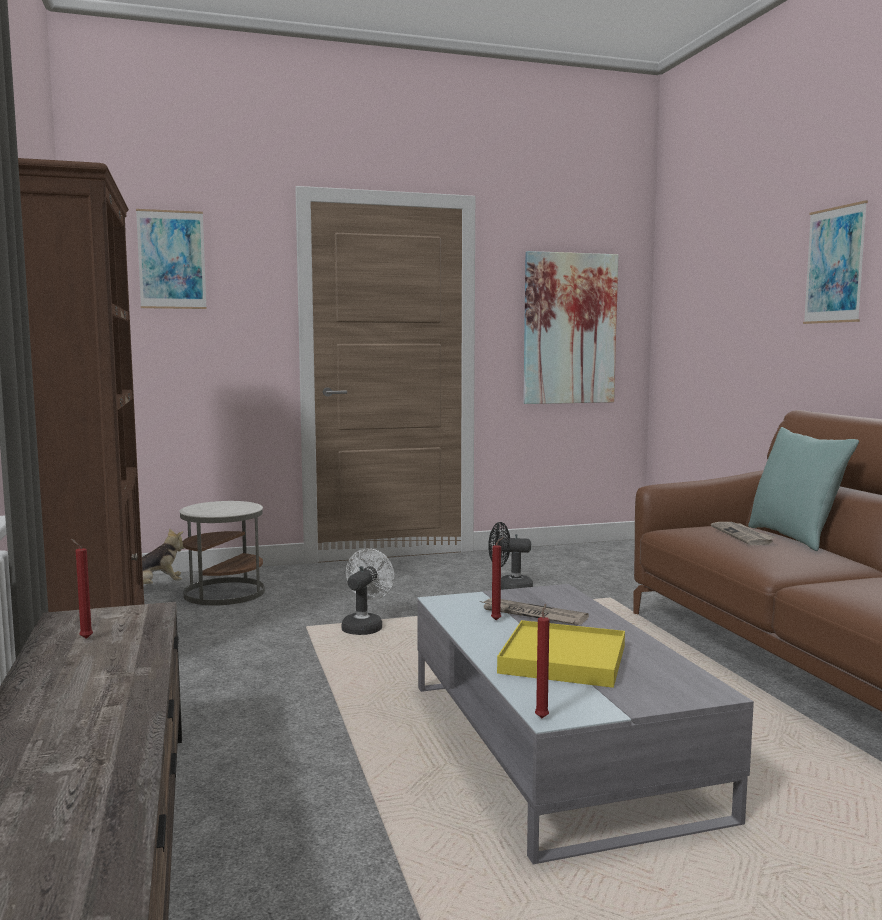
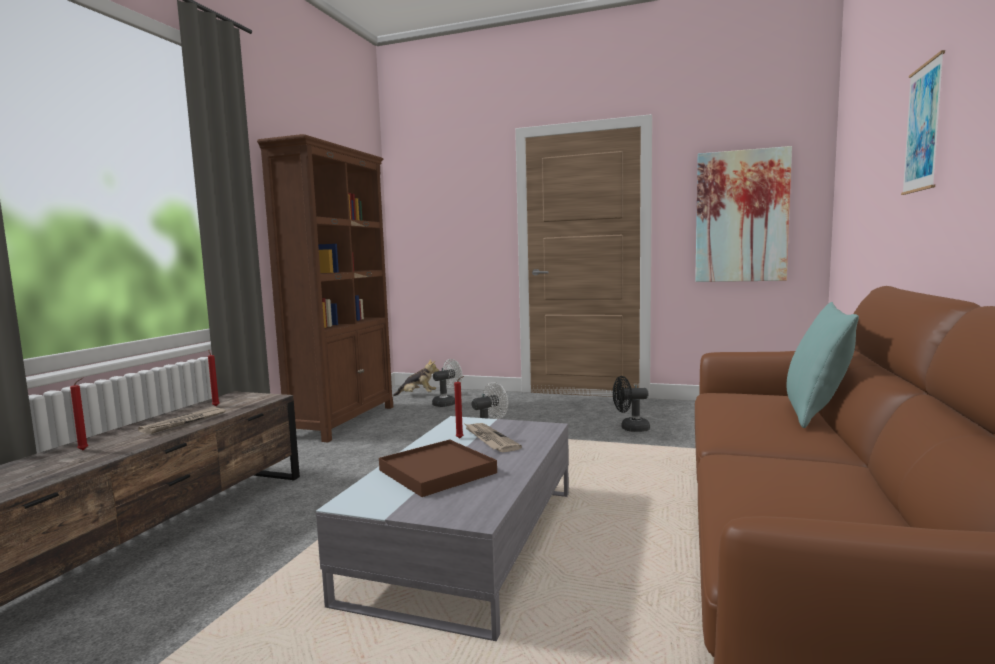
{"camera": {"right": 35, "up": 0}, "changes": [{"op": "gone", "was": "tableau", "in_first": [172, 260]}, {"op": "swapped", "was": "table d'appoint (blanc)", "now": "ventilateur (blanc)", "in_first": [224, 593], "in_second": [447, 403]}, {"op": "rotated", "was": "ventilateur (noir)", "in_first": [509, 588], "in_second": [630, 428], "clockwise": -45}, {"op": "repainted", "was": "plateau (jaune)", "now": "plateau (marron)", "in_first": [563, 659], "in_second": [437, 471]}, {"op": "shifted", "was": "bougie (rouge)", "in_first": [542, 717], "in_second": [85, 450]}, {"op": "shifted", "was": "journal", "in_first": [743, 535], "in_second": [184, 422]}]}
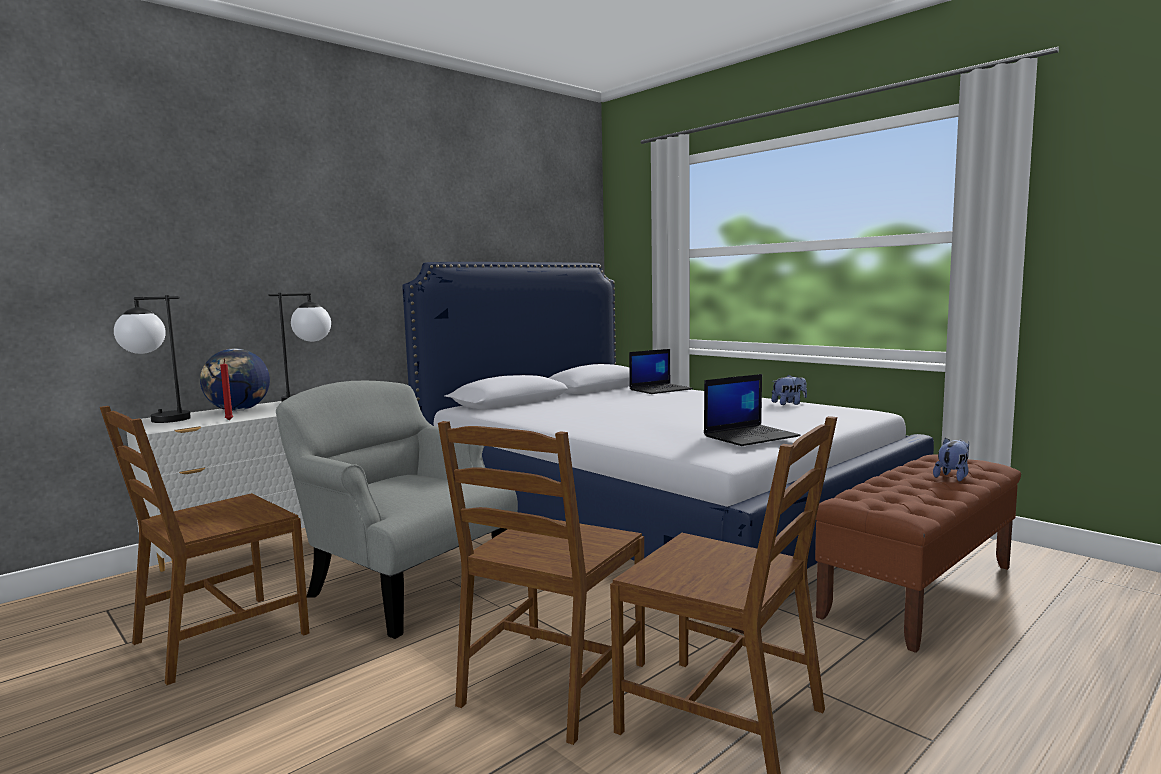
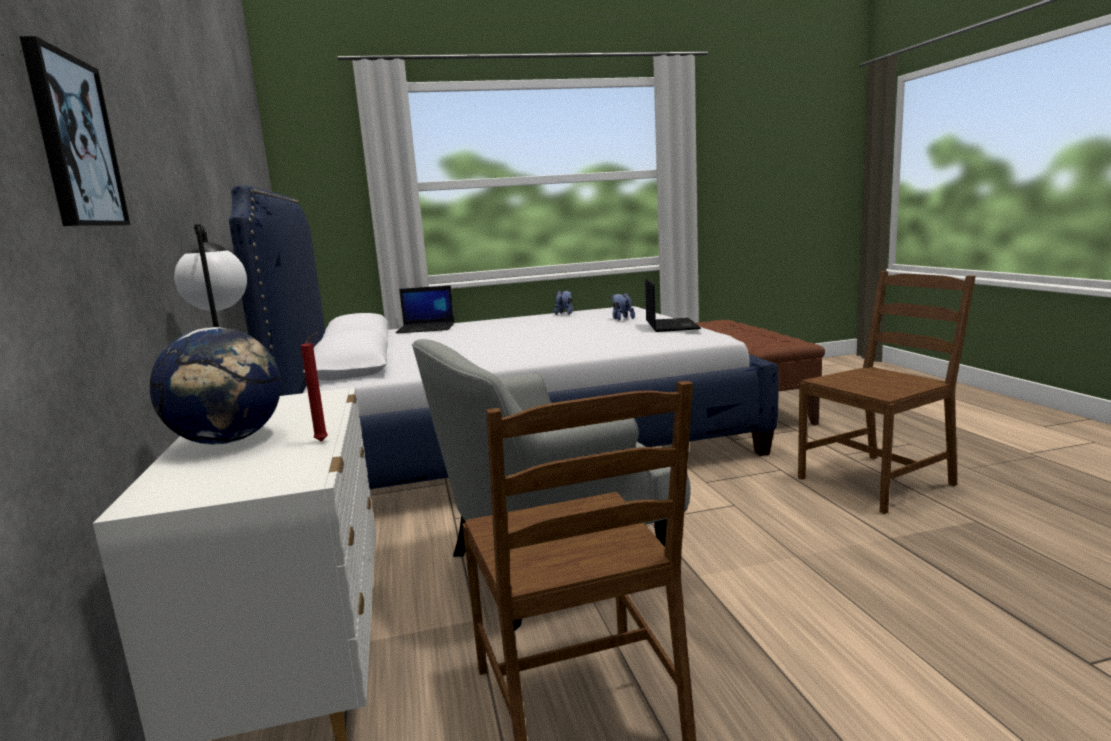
{"camera": {"right": -60, "up": 5}, "changes": [{"op": "gone", "was": "lampe de table", "in_first": [158, 419]}, {"op": "gone", "was": "chaise (marron)", "in_first": [552, 684]}, {"op": "rotated", "was": "ordinateur portable", "in_first": [660, 389], "in_second": [427, 328], "clockwise": 90}, {"op": "shifted", "was": "peluche", "in_first": [953, 477], "in_second": [621, 319]}, {"op": "new", "now": "tableau", "in_second": [74, 142]}]}
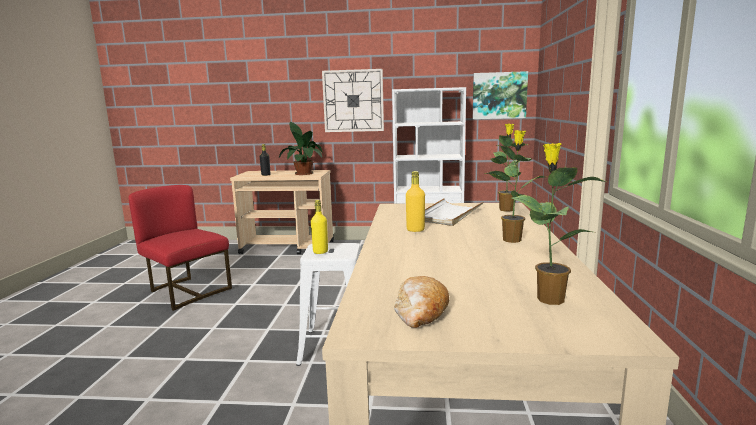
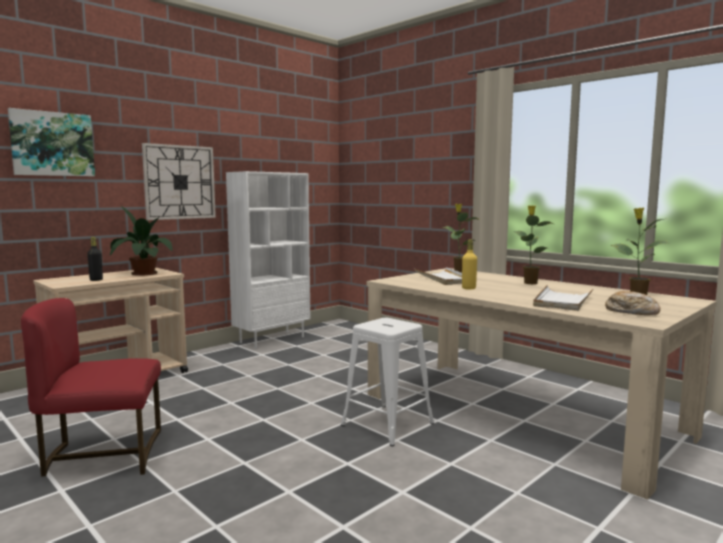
{"camera": {"right": -50, "up": -5}, "changes": [{"op": "gone", "was": "bouteille (jaune)", "in_first": [320, 252]}, {"op": "shifted", "was": "tableau", "in_first": [499, 95], "in_second": [52, 144]}, {"op": "new", "now": "plateau (blanc)", "in_second": [562, 301]}]}
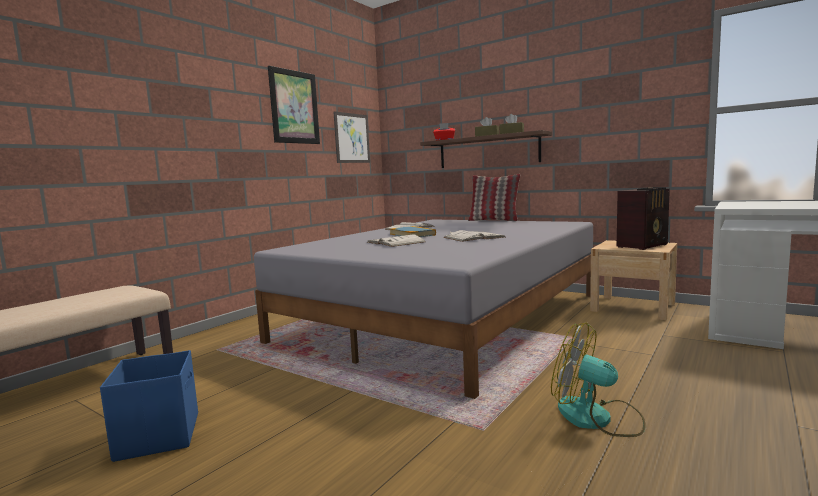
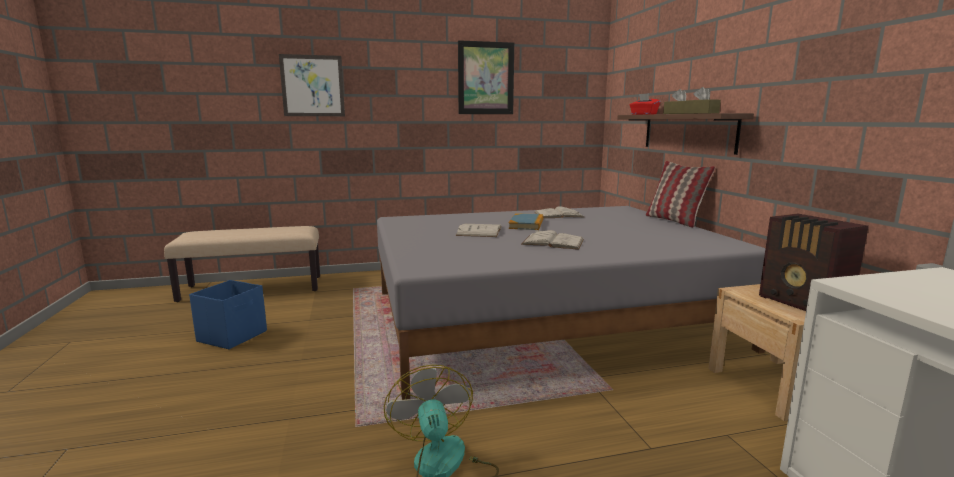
{"camera": {"right": 40, "up": 5}, "changes": [{"op": "shifted", "was": "tableau", "in_first": [352, 138], "in_second": [312, 86]}, {"op": "rotated", "was": "radio", "in_first": [643, 245], "in_second": [804, 304], "clockwise": 60}]}
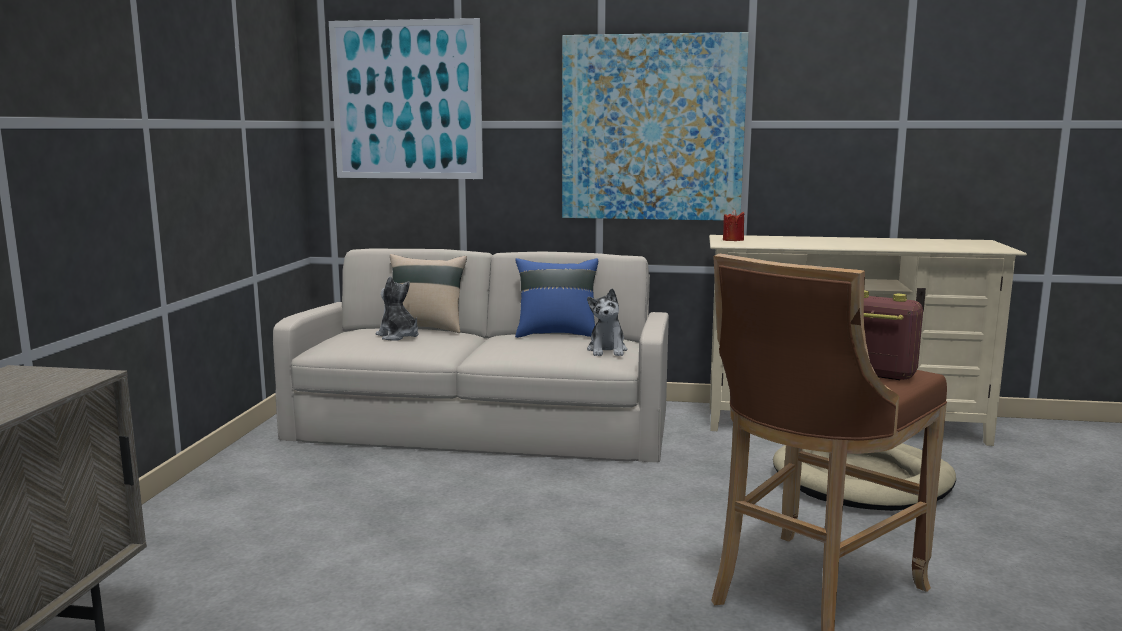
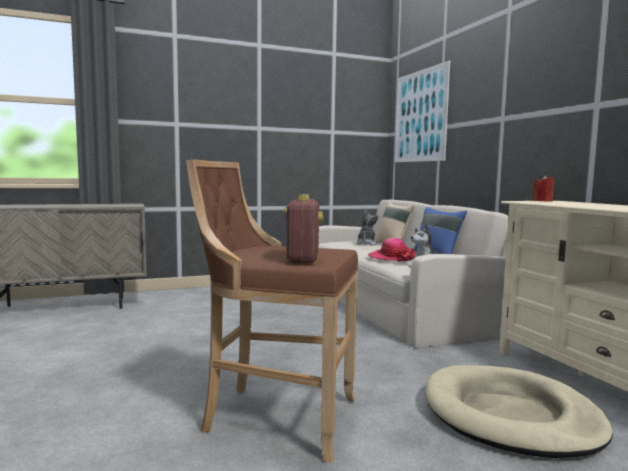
{"camera": {"right": 60, "up": -5}, "changes": [{"op": "gone", "was": "tableau", "in_first": [652, 128]}, {"op": "new", "now": "chapeau", "in_second": [393, 257]}]}
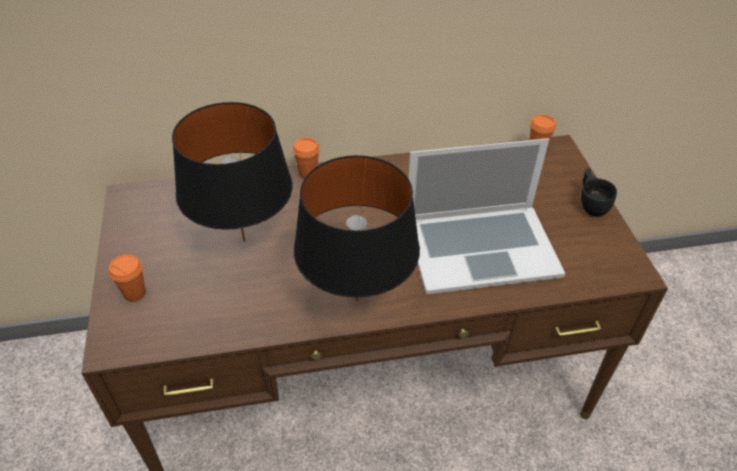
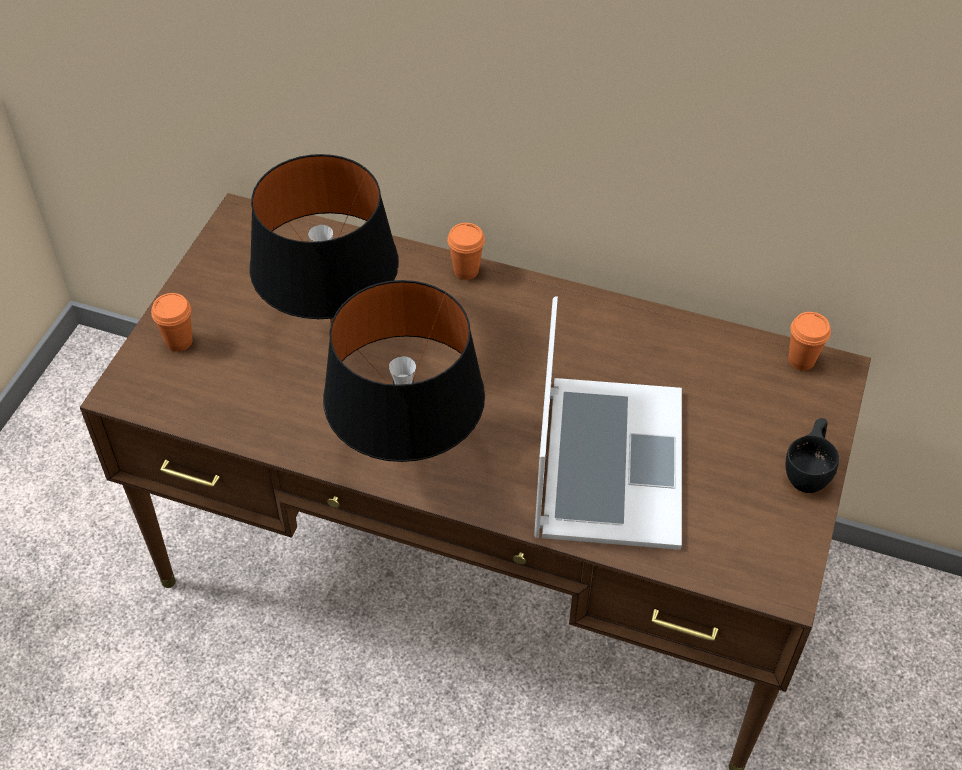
{"camera": {"right": 30, "up": 5}, "changes": [{"op": "rotated", "was": "ordinateur portable", "in_first": [481, 247], "in_second": [607, 462], "clockwise": -105}]}
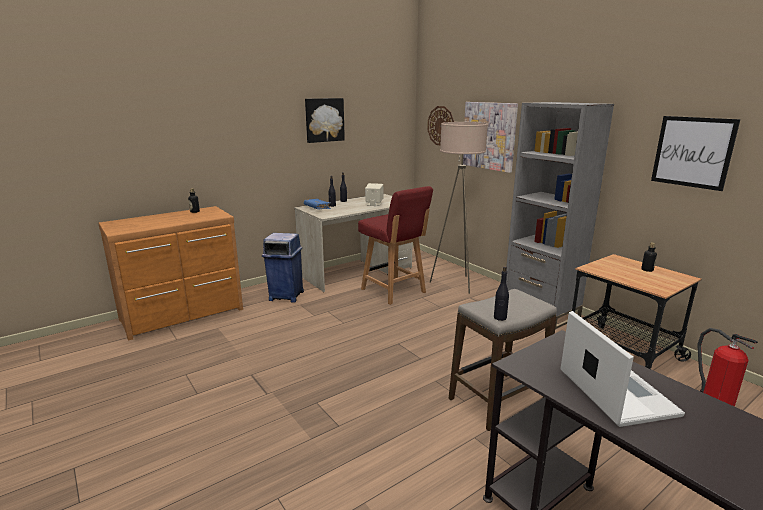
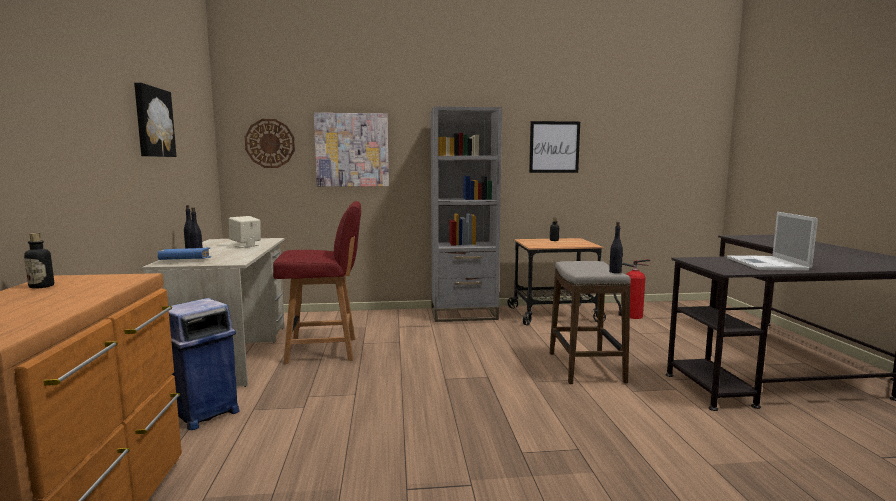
{"camera": {"right": -60, "up": -10}, "changes": [{"op": "gone", "was": "lampadaire (beige)", "in_first": [455, 284]}, {"op": "rotated", "was": "ordinateur portable", "in_first": [615, 391], "in_second": [768, 264], "clockwise": -105}]}
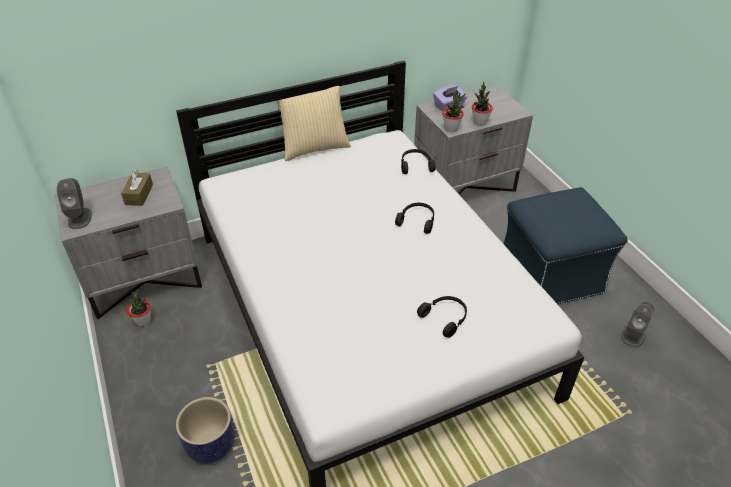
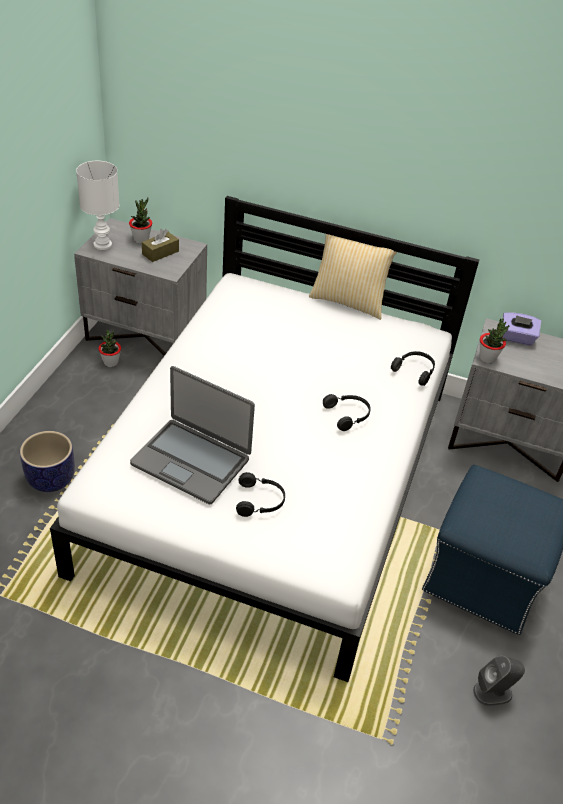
{"camera": {"right": 40, "up": 0}, "changes": [{"op": "swapped", "was": "enceinte (gris)", "now": "lampe de table (blanc)", "in_first": [80, 218], "in_second": [103, 245]}, {"op": "shifted", "was": "plante en pot", "in_first": [480, 122], "in_second": [141, 239]}, {"op": "new", "now": "ordinateur portable", "in_second": [191, 461]}]}
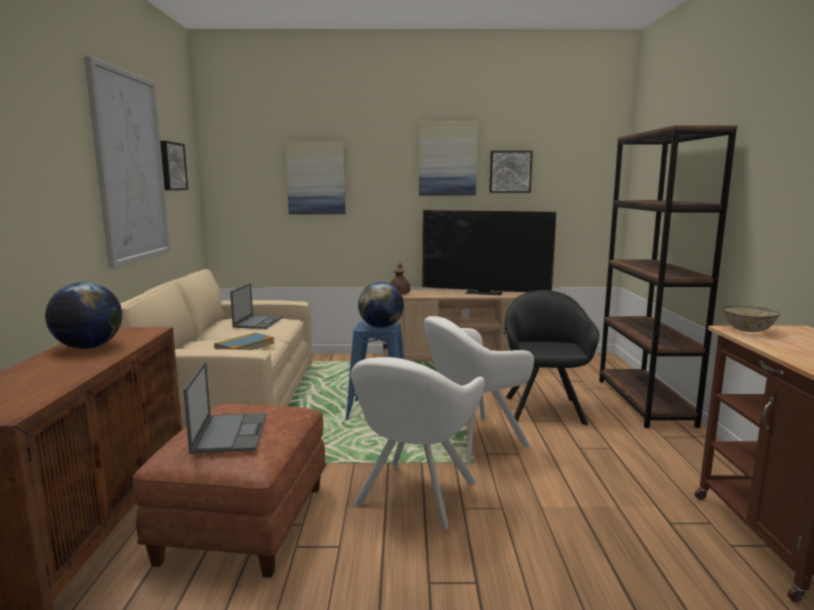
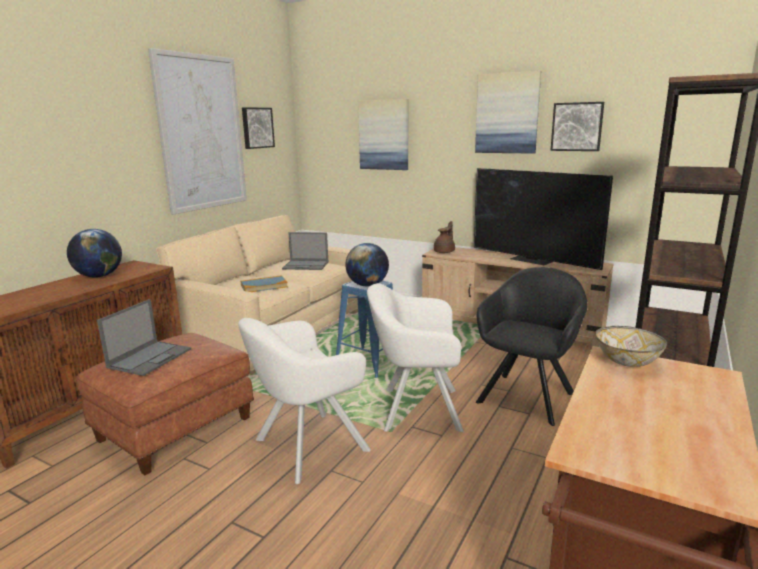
{"camera": {"right": 30, "up": 5}, "changes": [{"op": "rotated", "was": "ordinateur portable", "in_first": [258, 322], "in_second": [306, 265], "clockwise": 60}]}
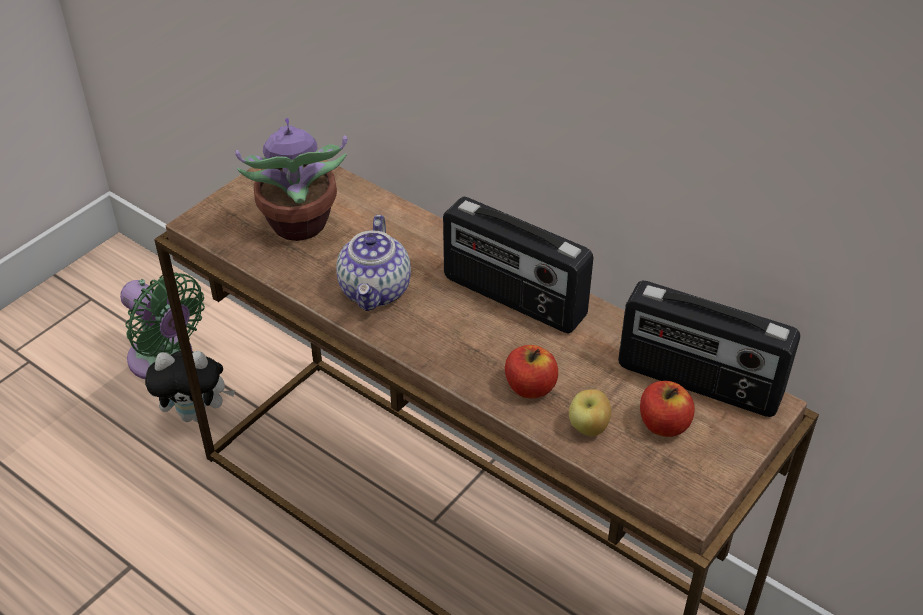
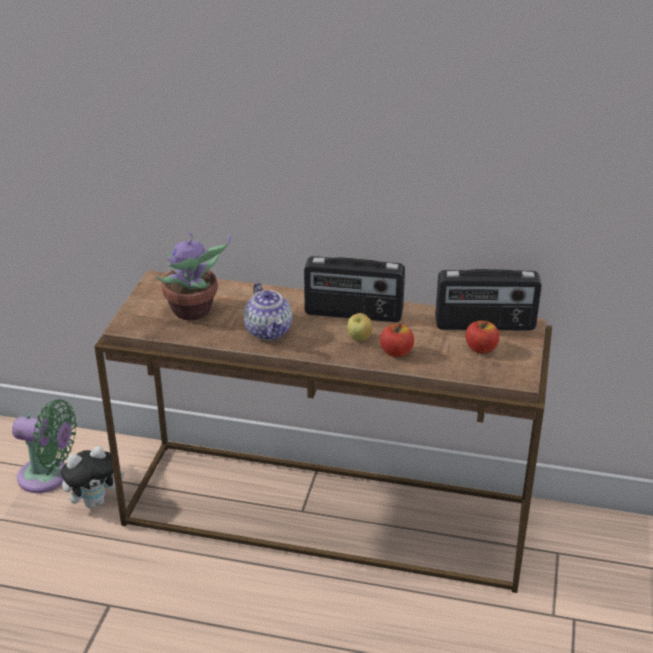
{"camera": {"right": -25, "up": -10}, "changes": [{"op": "shifted", "was": "pomme", "in_first": [589, 428], "in_second": [359, 338]}]}
